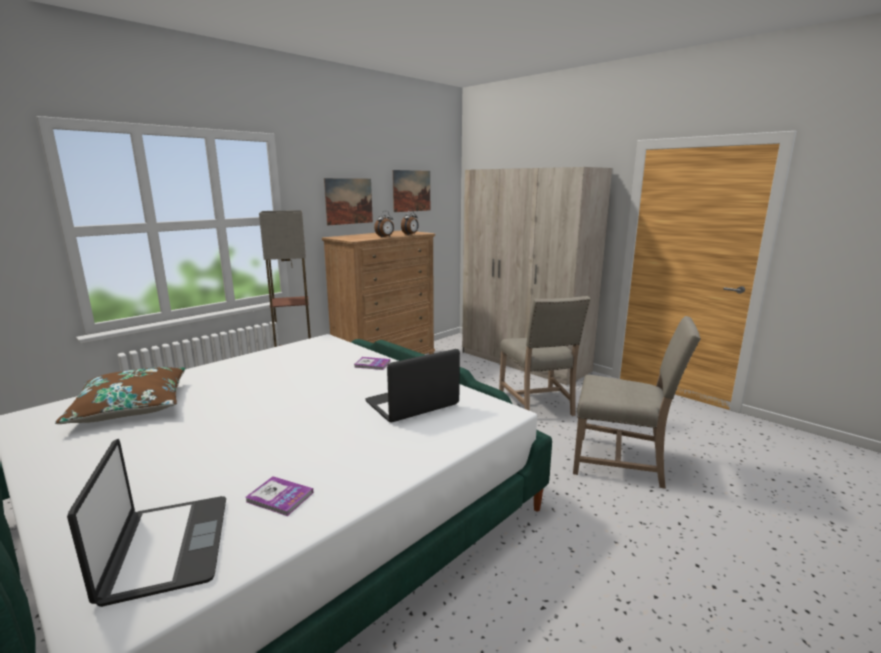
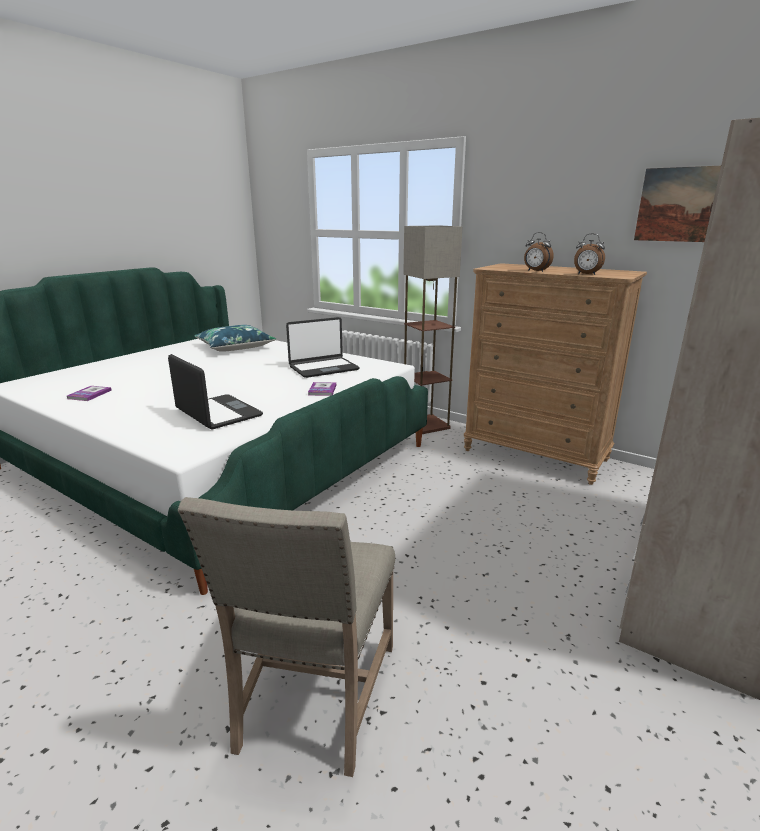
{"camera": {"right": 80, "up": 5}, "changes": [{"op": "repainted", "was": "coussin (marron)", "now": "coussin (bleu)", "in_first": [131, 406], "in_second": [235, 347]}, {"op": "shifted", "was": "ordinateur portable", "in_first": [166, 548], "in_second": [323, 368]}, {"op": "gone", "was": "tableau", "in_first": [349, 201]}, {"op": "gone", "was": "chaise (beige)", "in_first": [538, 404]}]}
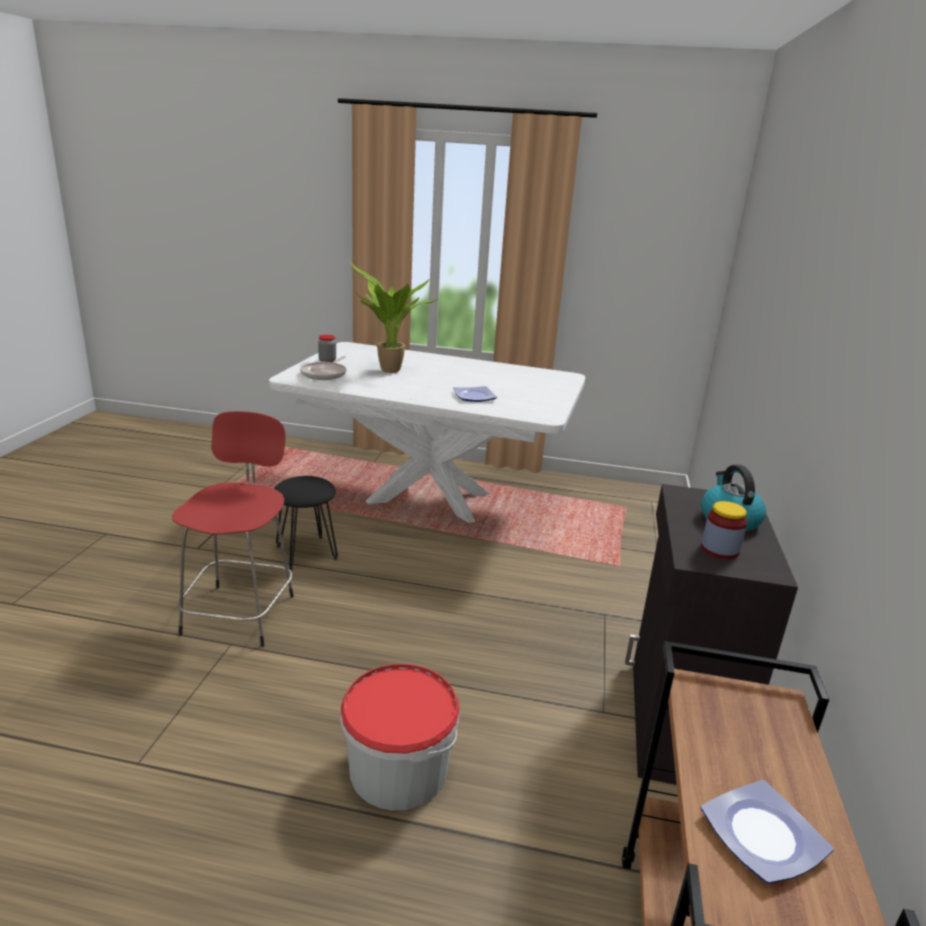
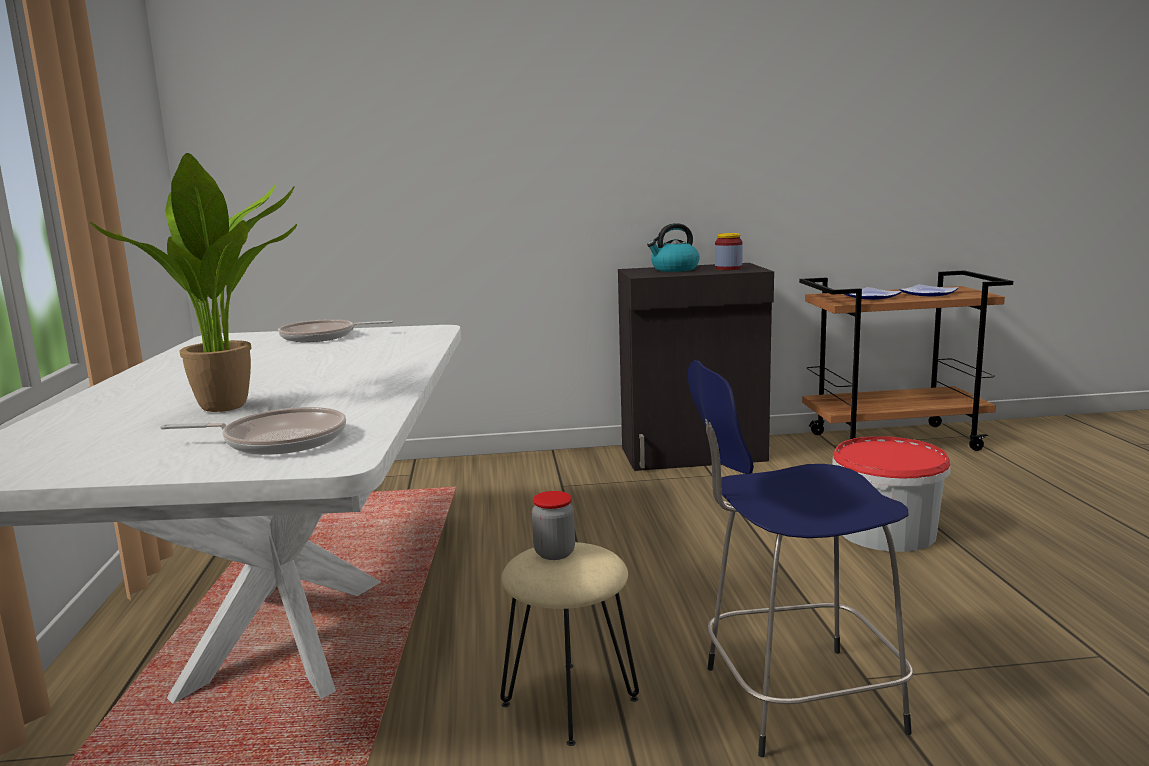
{"camera": {"right": -105, "up": -10}, "changes": [{"op": "repainted", "was": "tabouret (rouge)", "now": "tabouret (bleu)", "in_first": [241, 612], "in_second": [794, 700]}, {"op": "repainted", "was": "tabouret (noir)", "now": "tabouret (beige)", "in_first": [305, 552], "in_second": [571, 702]}, {"op": "shifted", "was": "bocal", "in_first": [327, 361], "in_second": [554, 553]}, {"op": "shifted", "was": "assiette", "in_first": [473, 396], "in_second": [871, 297]}, {"op": "new", "now": "poêle", "in_second": [322, 337]}]}
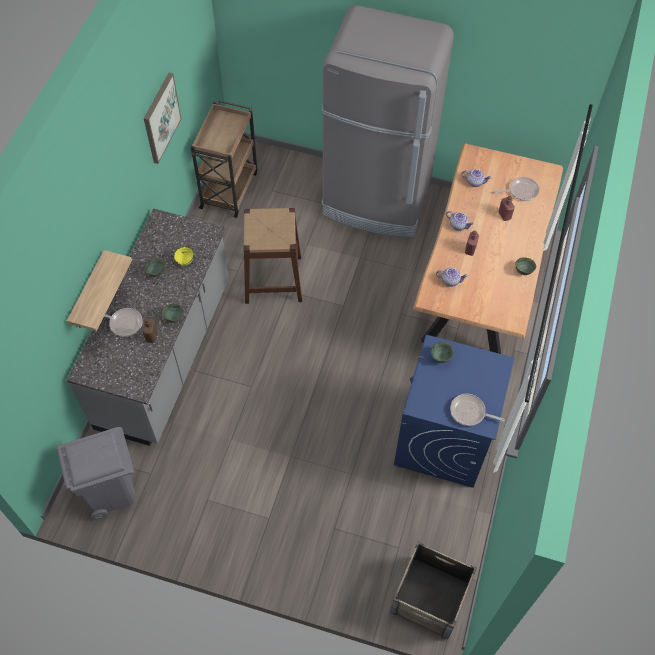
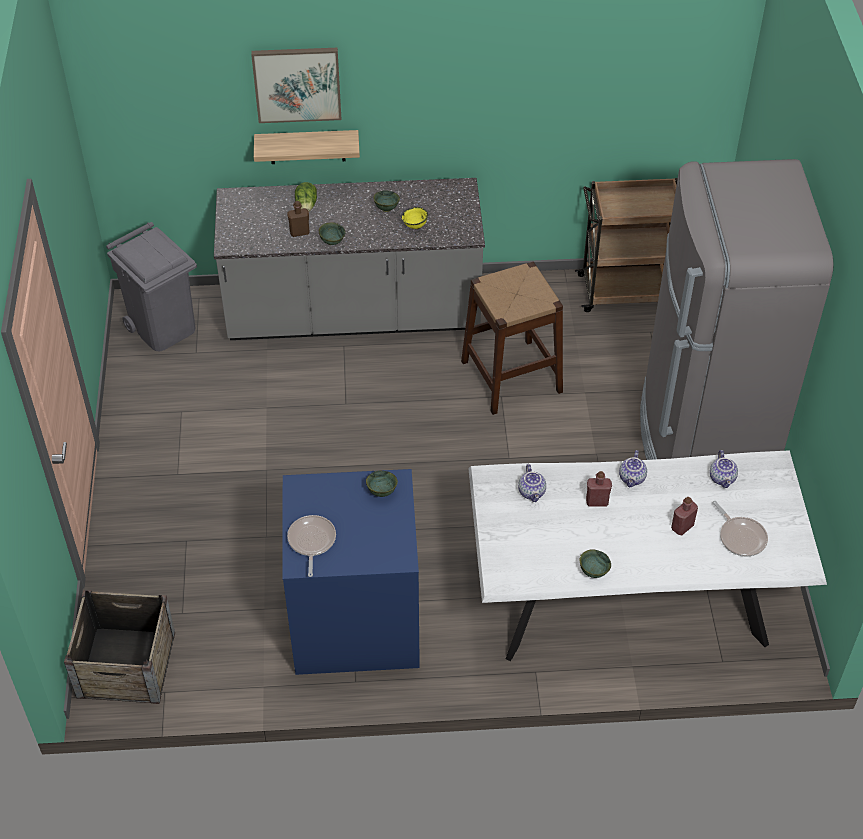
{"camera": {"right": 70, "up": -10}, "changes": [{"op": "swapped", "was": "poêle", "now": "laitue", "in_first": [124, 323], "in_second": [306, 206]}, {"op": "shifted", "was": "tableau", "in_first": [161, 118], "in_second": [297, 84]}, {"op": "repainted", "was": "table à manger (marron)", "now": "table à manger (blanc)", "in_first": [479, 284], "in_second": [628, 601]}]}
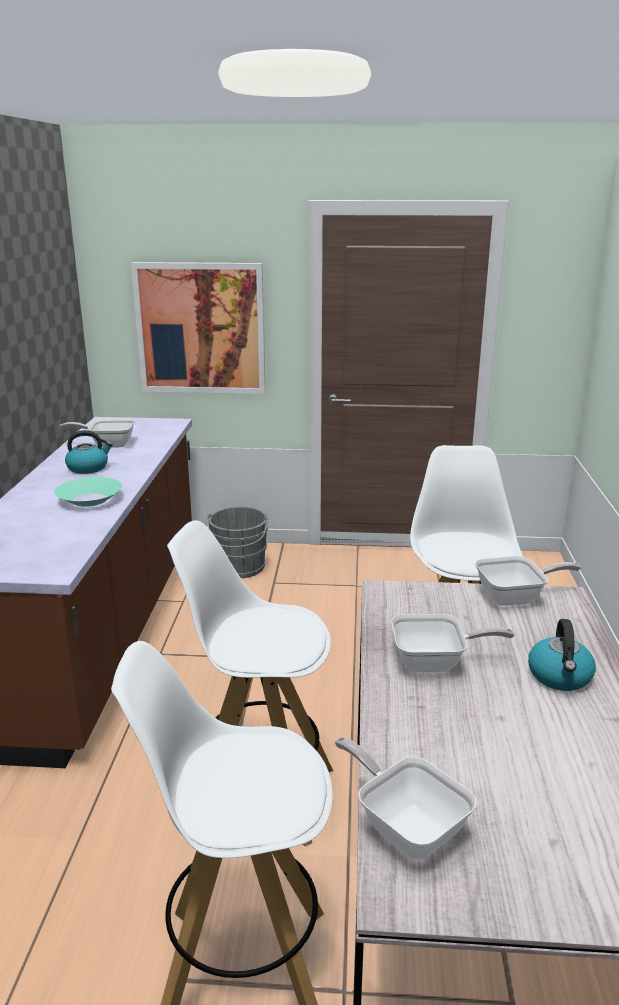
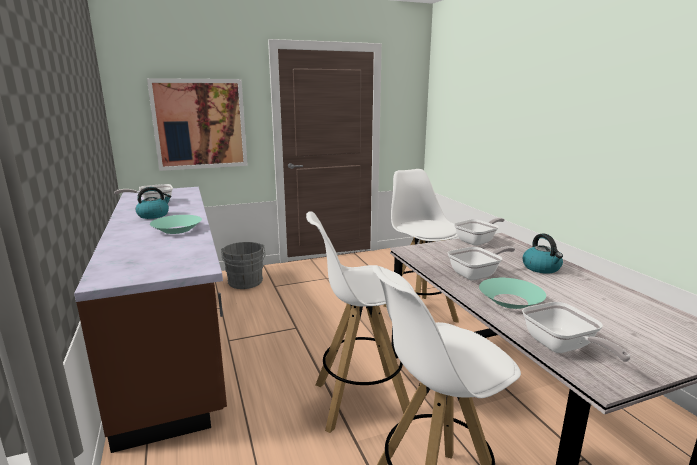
{"camera": {"right": -25, "up": -5}, "changes": [{"op": "rotated", "was": "poêle", "in_first": [405, 825], "in_second": [562, 348], "clockwise": -135}, {"op": "new", "now": "bol (turquoise)", "in_second": [510, 301]}]}
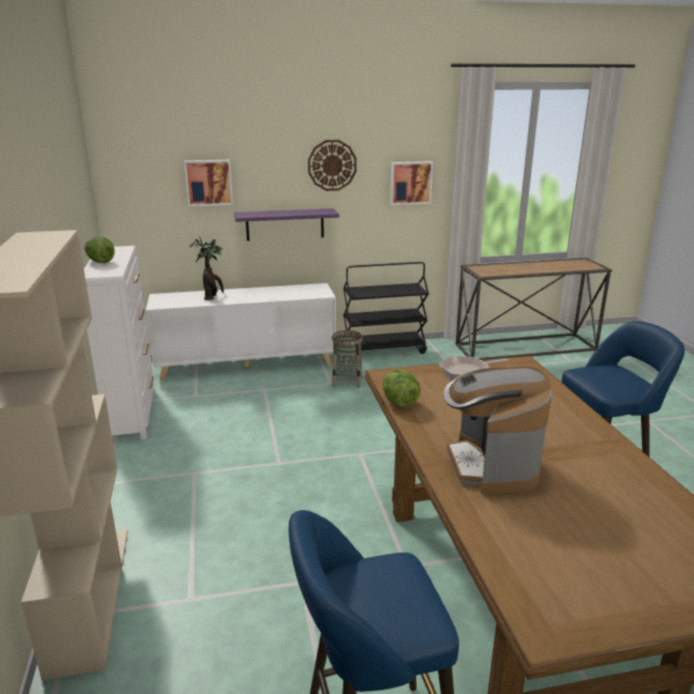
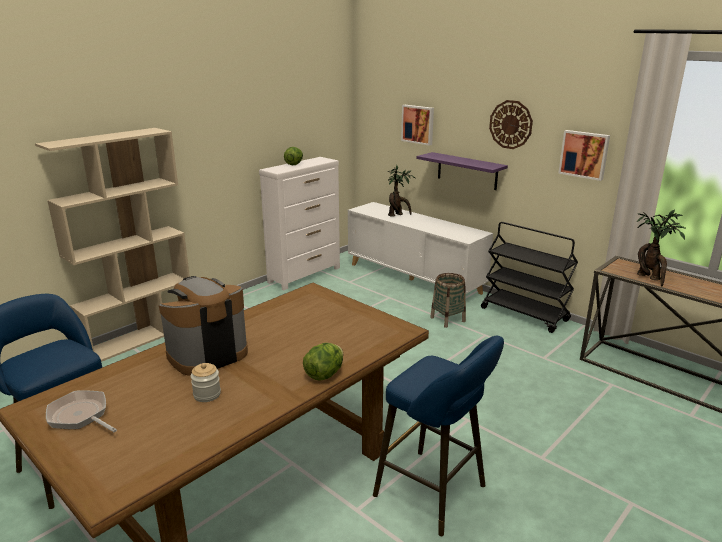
{"camera": {"right": 55, "up": 0}, "changes": [{"op": "shifted", "was": "laitue", "in_first": [399, 402], "in_second": [324, 374]}, {"op": "shifted", "was": "poêle", "in_first": [467, 371], "in_second": [81, 416]}, {"op": "new", "now": "bocal", "in_second": [207, 394]}, {"op": "new", "now": "plante en pot", "in_second": [650, 278]}]}
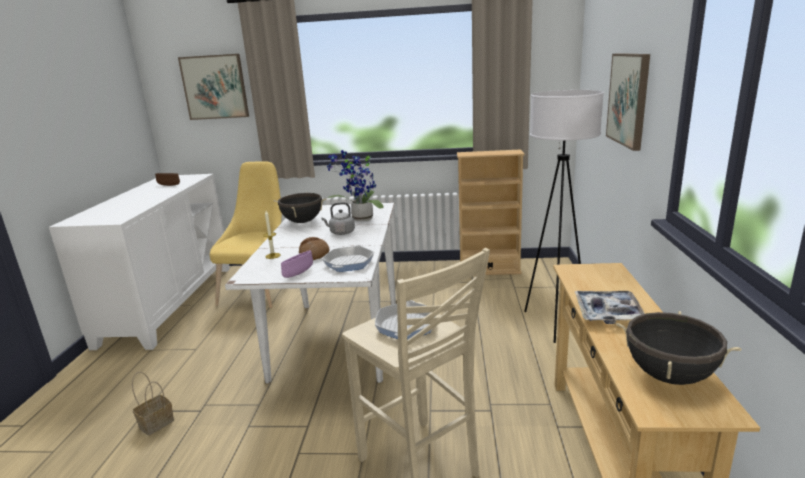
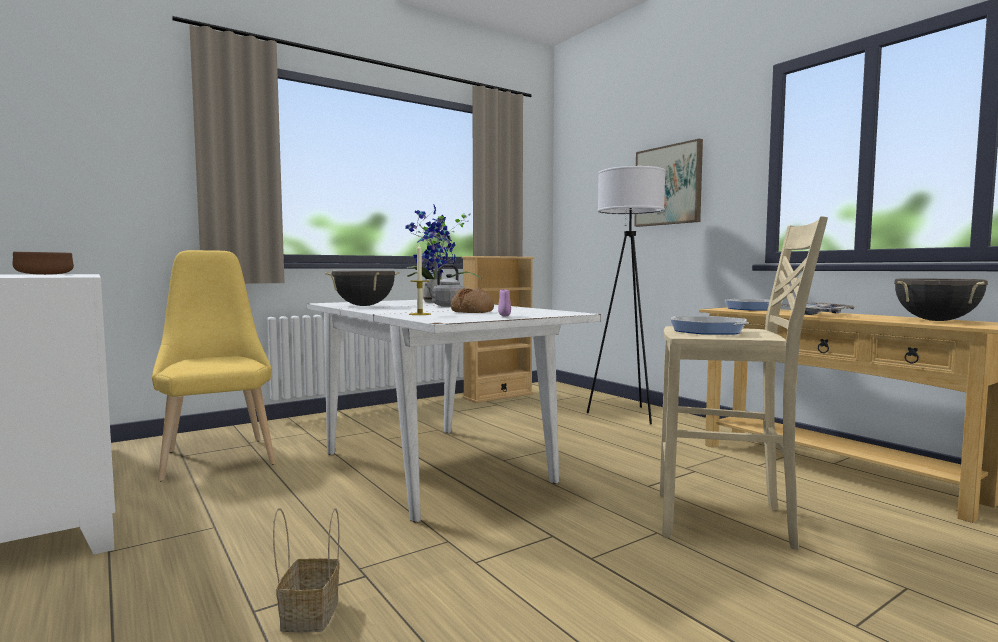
{"camera": {"right": -40, "up": -15}, "changes": [{"op": "gone", "was": "tableau", "in_first": [215, 87]}, {"op": "shifted", "was": "poêle", "in_first": [349, 263], "in_second": [752, 309]}]}
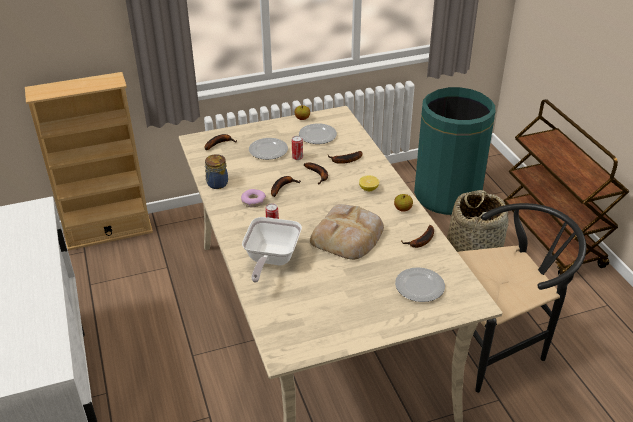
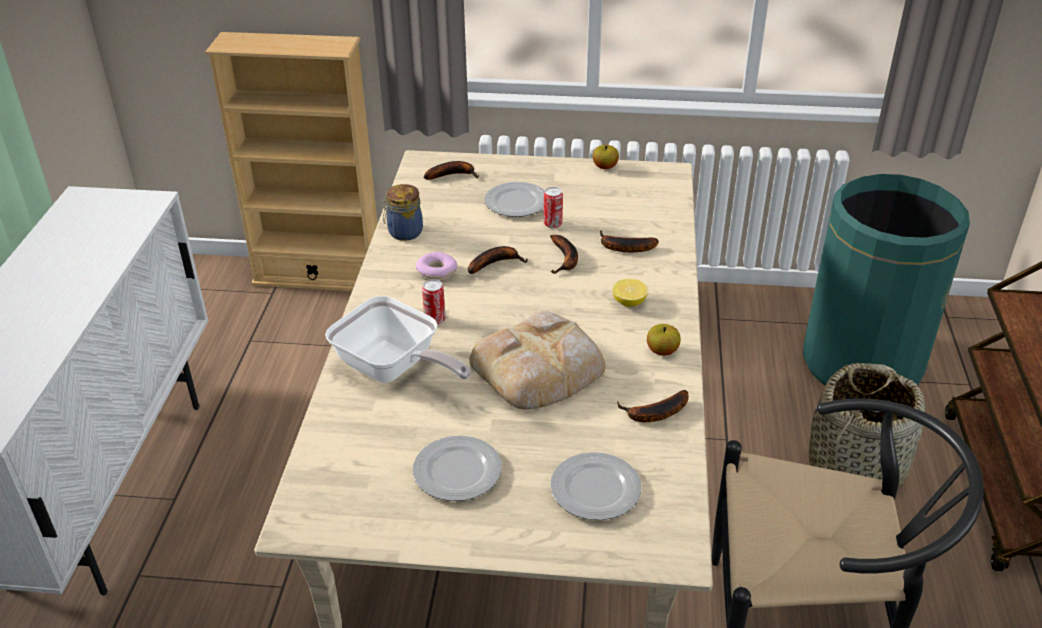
{"camera": {"right": 25, "up": 0}, "changes": [{"op": "rotated", "was": "poêle", "in_first": [270, 260], "in_second": [393, 369], "clockwise": -90}, {"op": "shifted", "was": "assiette", "in_first": [317, 136], "in_second": [456, 471]}]}
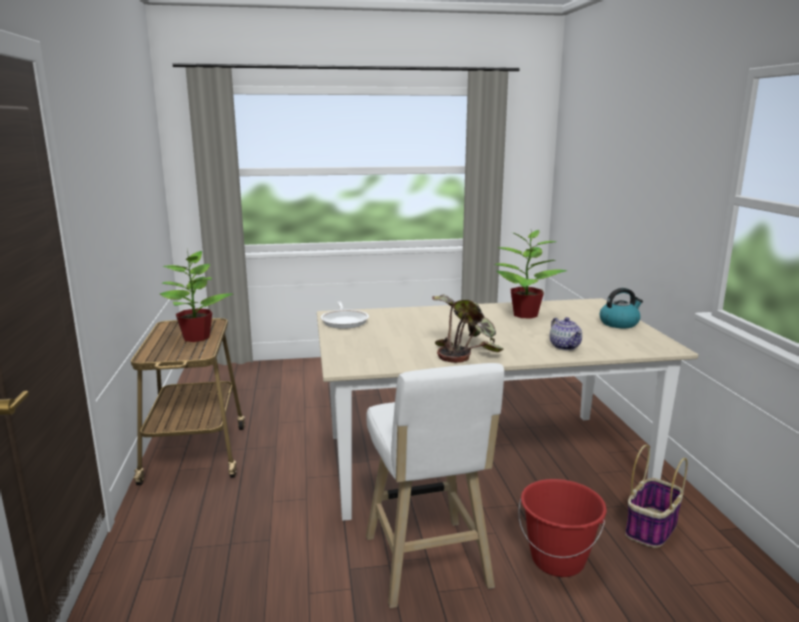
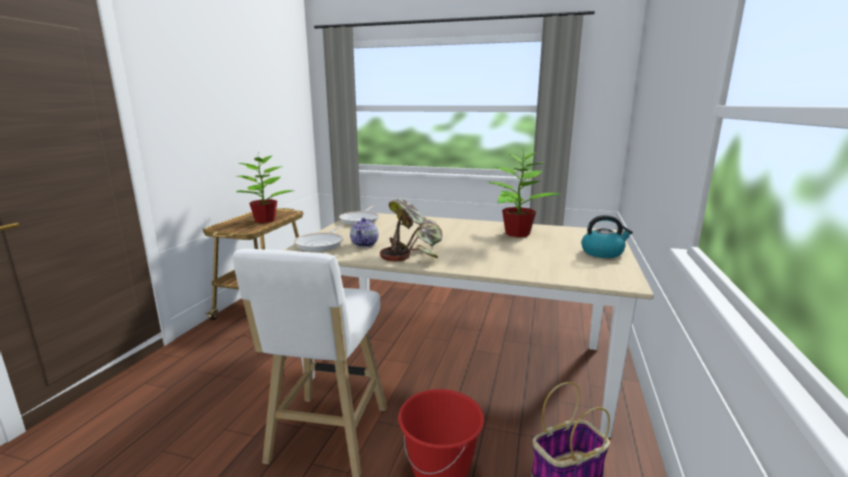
{"camera": {"right": 25, "up": 0}, "changes": [{"op": "shifted", "was": "théière", "in_first": [565, 346], "in_second": [365, 244]}, {"op": "new", "now": "poêle", "in_second": [321, 244]}]}
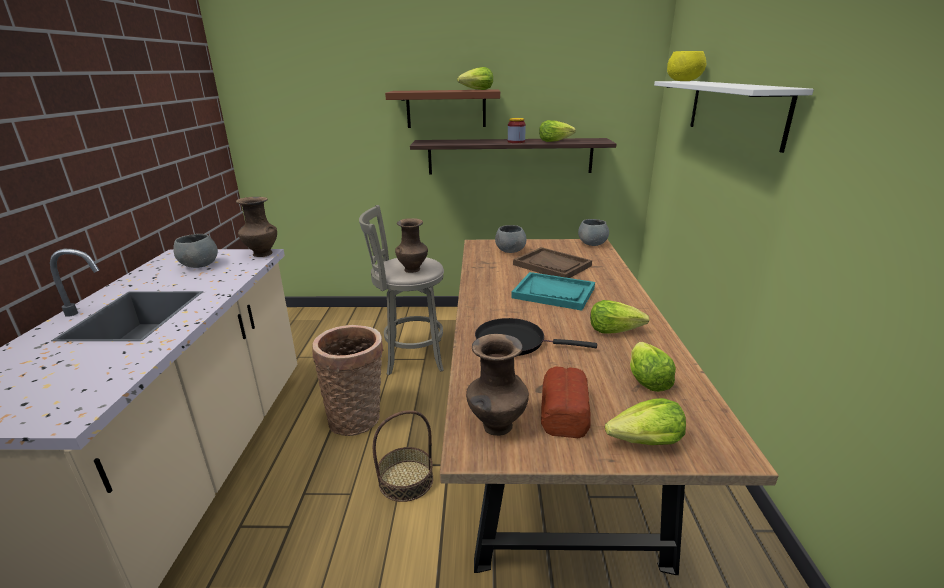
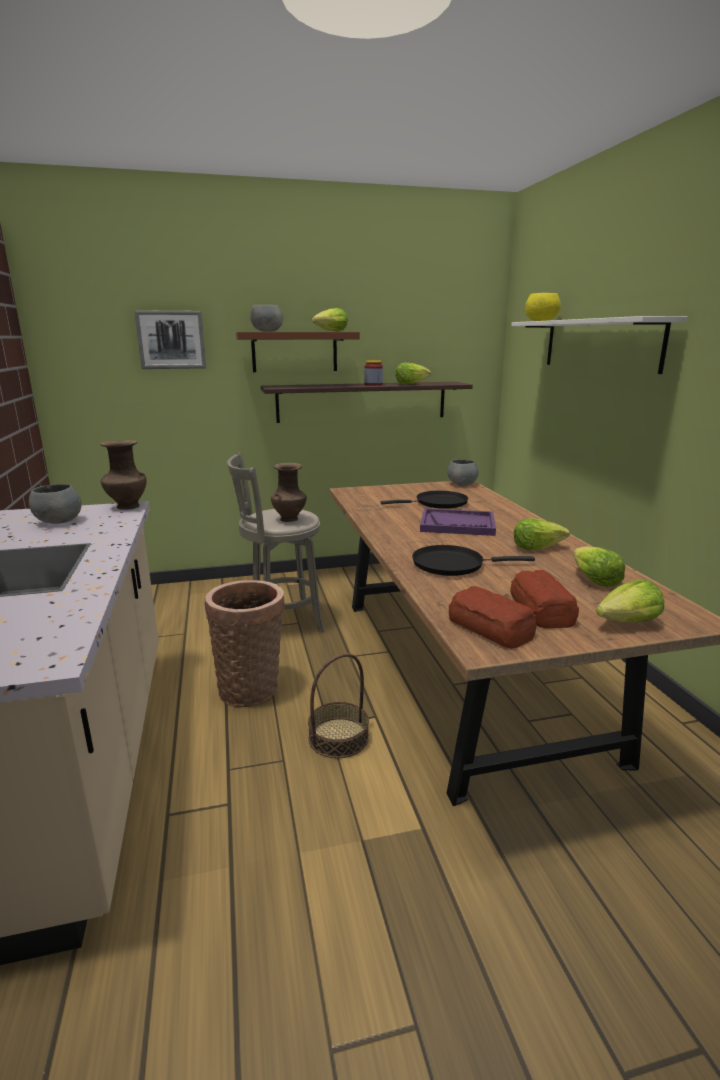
{"camera": {"right": -15, "up": -5}, "changes": [{"op": "swapped", "was": "vase (marron)", "now": "pain", "in_first": [496, 426], "in_second": [490, 628]}, {"op": "shifted", "was": "bol (gris)", "in_first": [510, 251], "in_second": [267, 331]}, {"op": "repainted", "was": "plateau (turquoise)", "now": "plateau (violet)", "in_first": [554, 293], "in_second": [457, 524]}, {"op": "swapped", "was": "plateau (marron)", "now": "poêle (noir)", "in_first": [552, 265], "in_second": [437, 503]}, {"op": "new", "now": "tableau", "in_second": [171, 340]}]}
